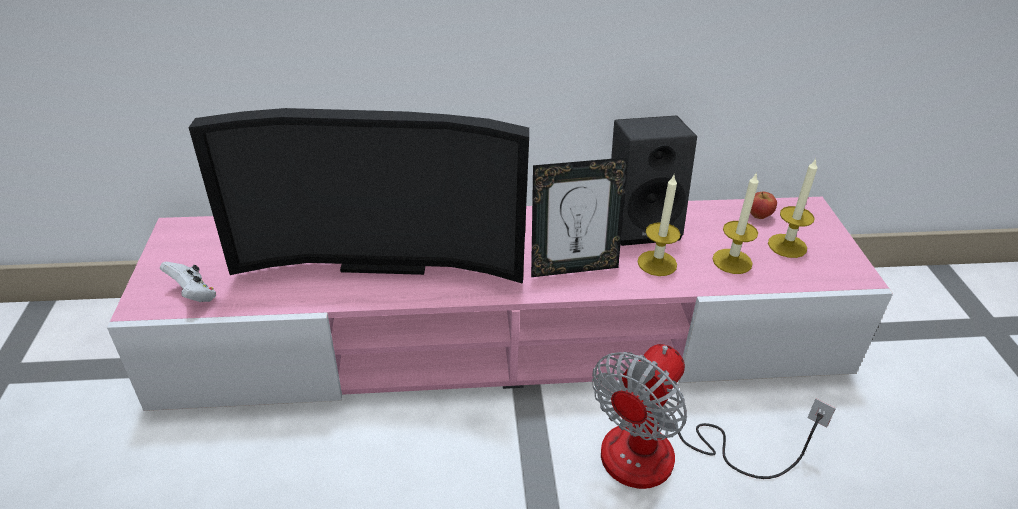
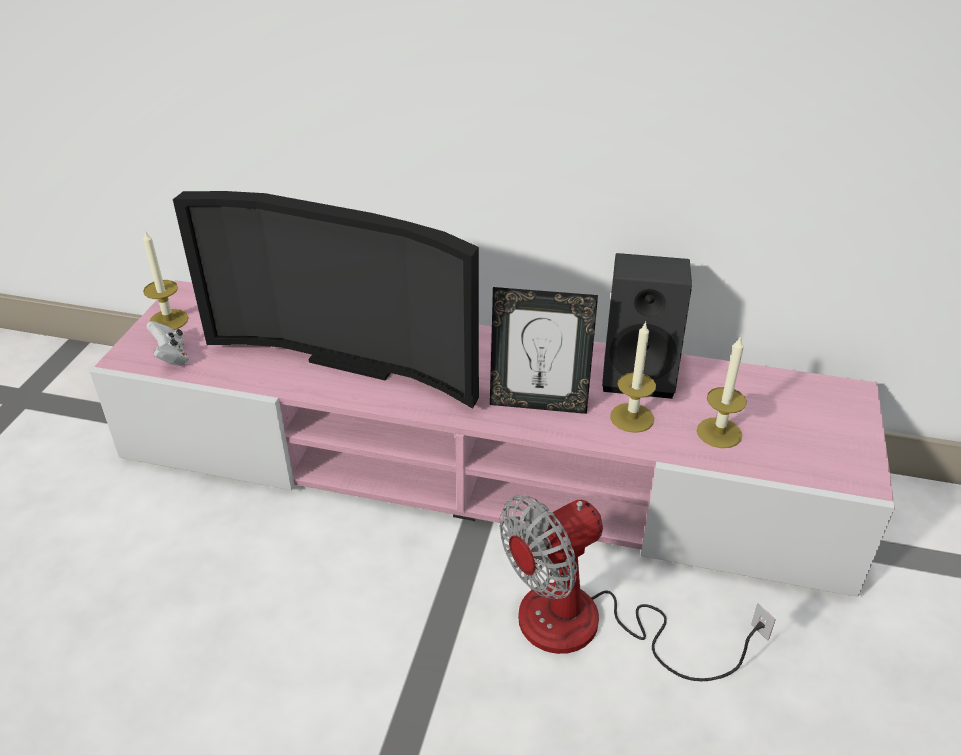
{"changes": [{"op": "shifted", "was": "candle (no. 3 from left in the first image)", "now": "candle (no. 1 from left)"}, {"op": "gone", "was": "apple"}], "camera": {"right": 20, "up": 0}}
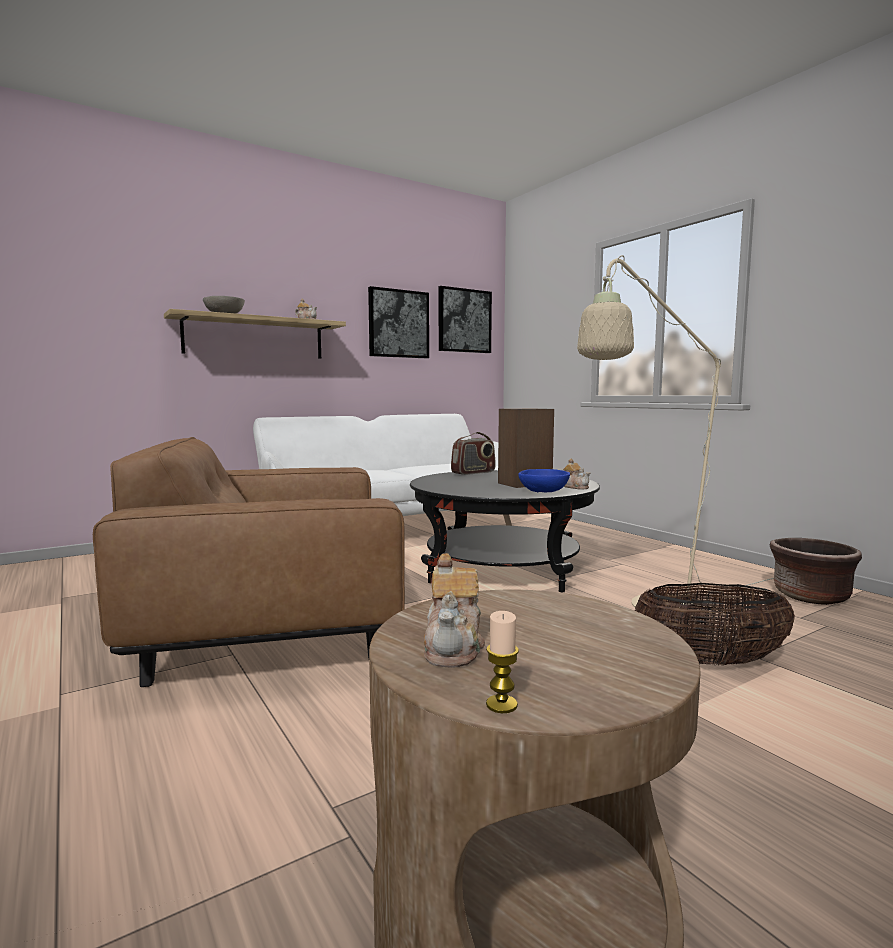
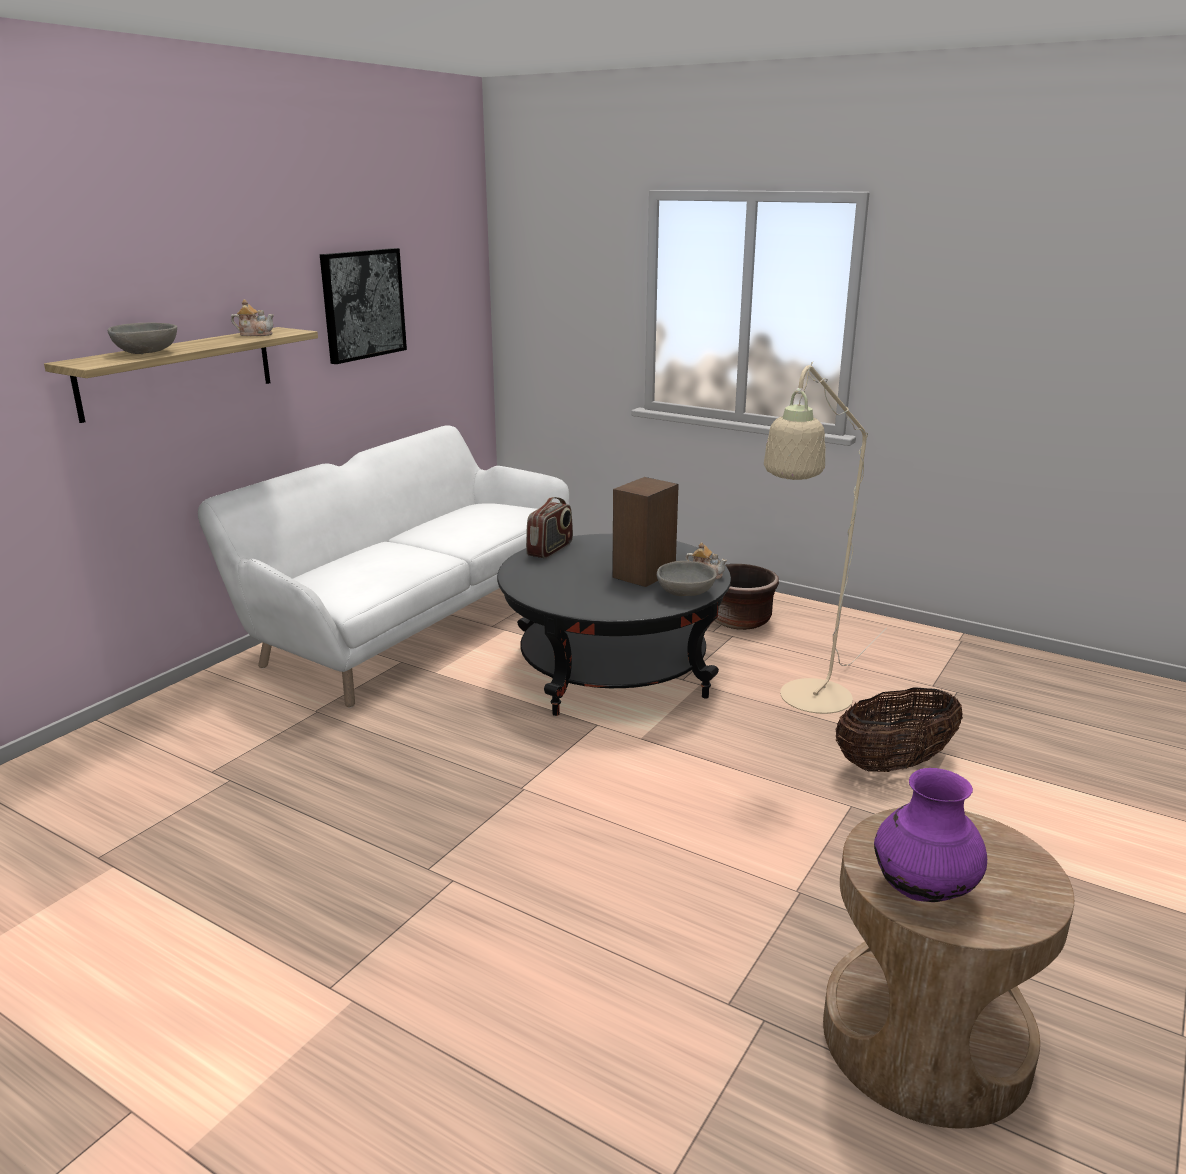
{"changes": [{"op": "gone", "was": "picture (no. 2 from left)"}, {"op": "gone", "was": "brown armchair"}, {"op": "repainted", "was": "blue bowl", "now": "grey bowl (no. 2 from left)"}, {"op": "shifted", "was": "brown planter"}, {"op": "swapped", "was": "teapot (no. 2 from left)", "now": "purple vase"}, {"op": "gone", "was": "candle"}], "camera": {"right": -25, "up": 15}}
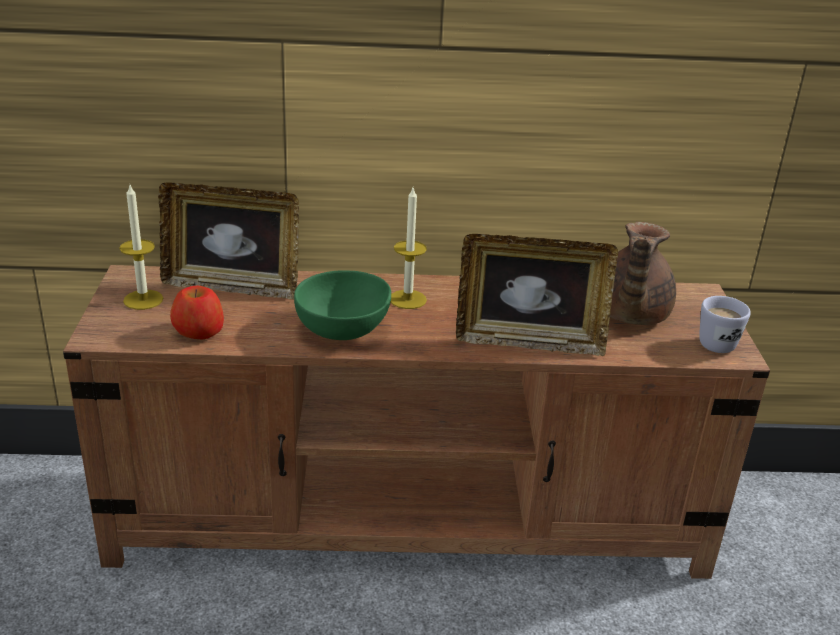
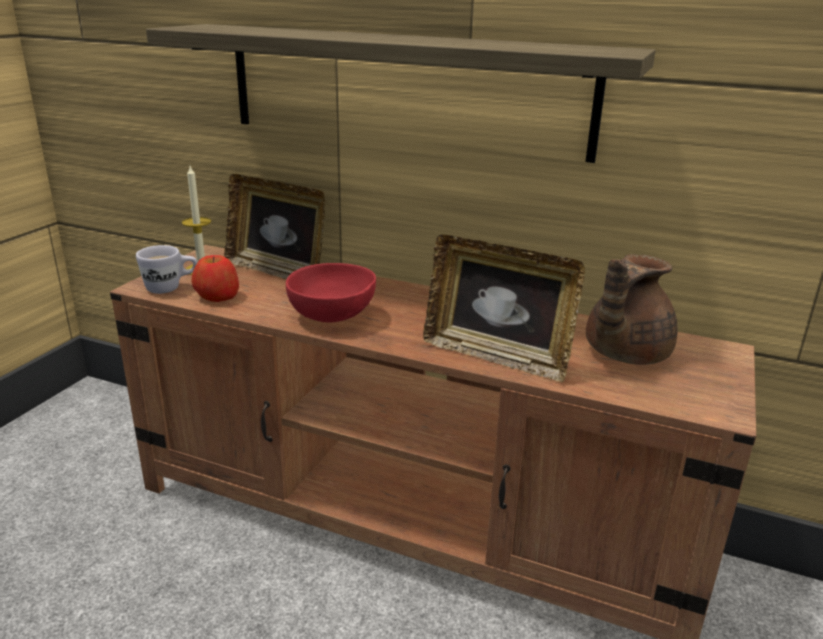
{"changes": [{"op": "gone", "was": "candle (no. 2 from left)"}, {"op": "repainted", "was": "green bowl", "now": "red bowl"}, {"op": "shifted", "was": "white mug"}, {"op": "new", "now": "shelf"}], "camera": {"right": 25, "up": -5}}
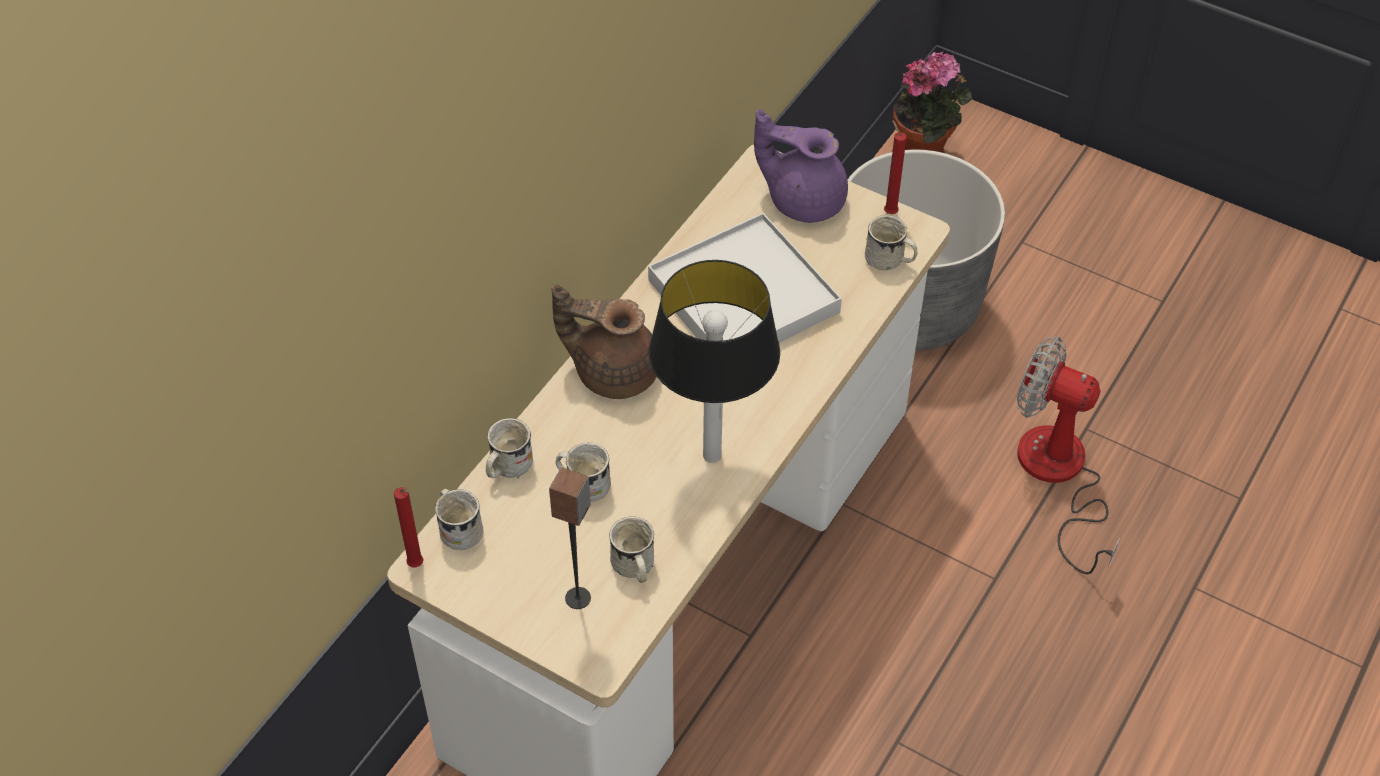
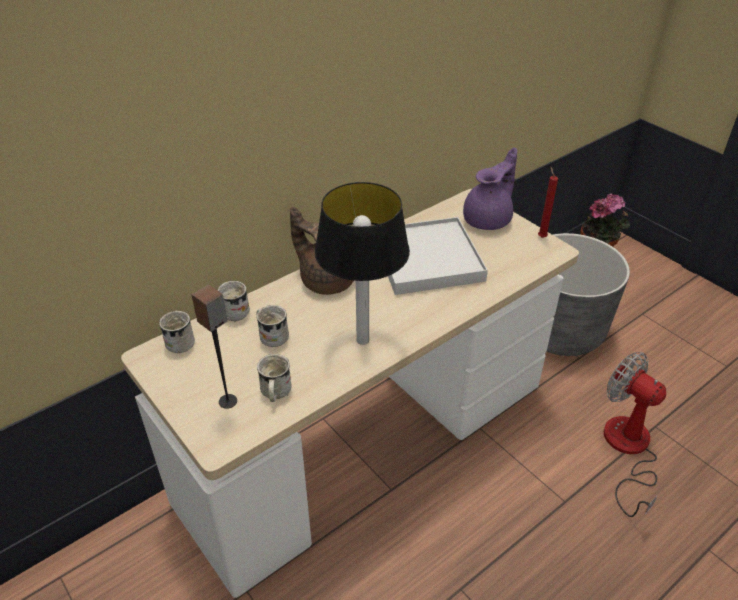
{"changes": [{"op": "rotated", "was": "purple teapot", "clockwise": 90}, {"op": "gone", "was": "white mug (no. 5 from left)"}, {"op": "gone", "was": "red candle (no. 1 from left)"}], "camera": {"right": 20, "up": -10}}
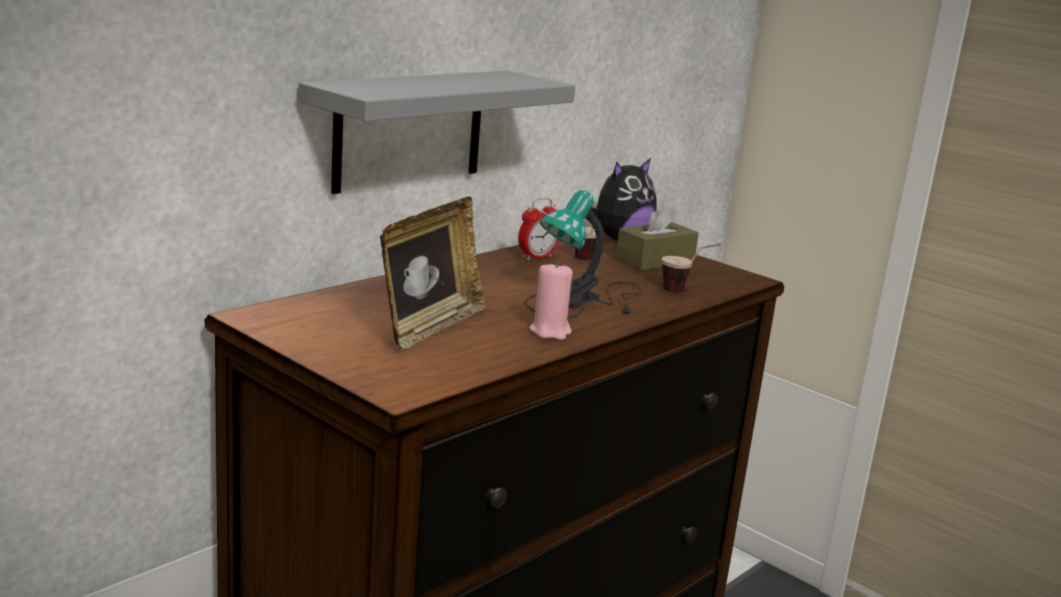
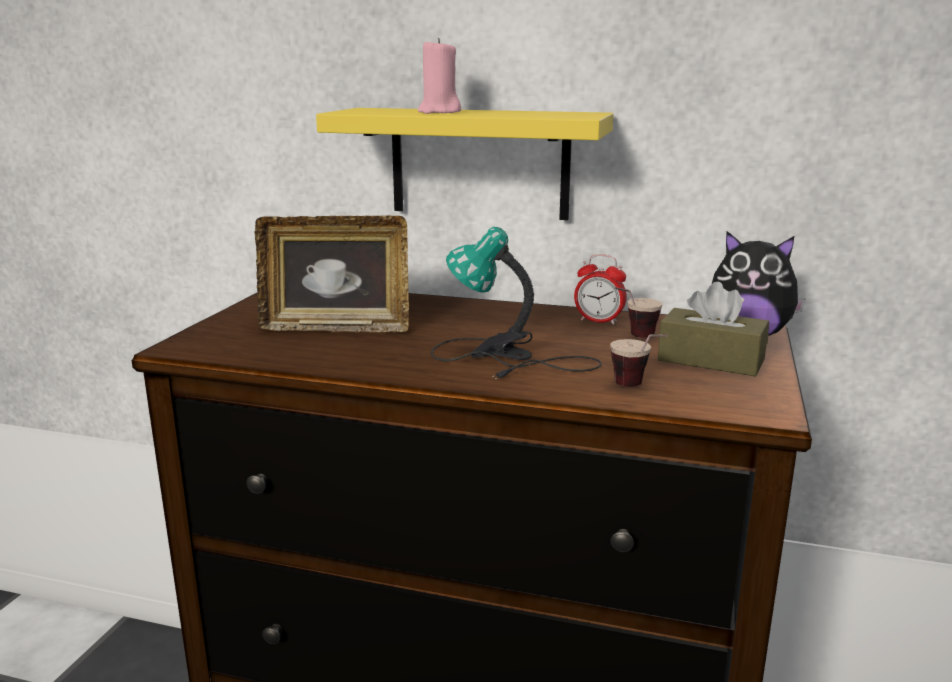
{"changes": [{"op": "repainted", "was": "grey shelf", "now": "yellow shelf"}, {"op": "shifted", "was": "pink candle"}], "camera": {"right": 65, "up": 0}}
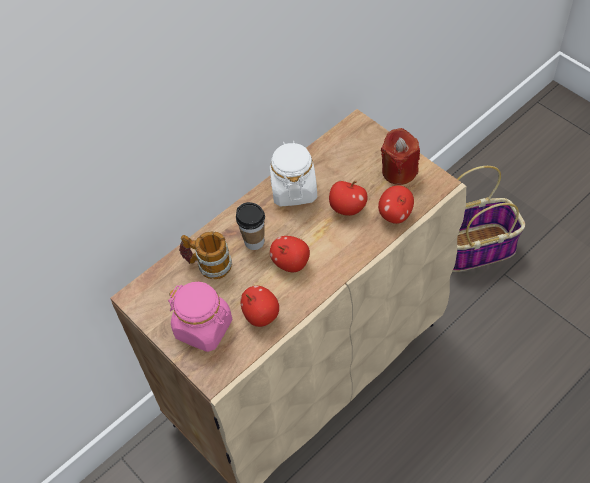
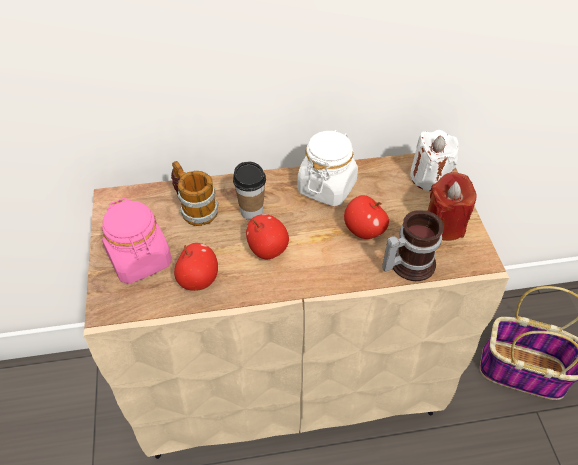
{"changes": [{"op": "swapped", "was": "apple (no. 4 from left)", "now": "mug (no. 2 from left)"}, {"op": "new", "now": "white candle"}], "camera": {"right": 30, "up": -5}}
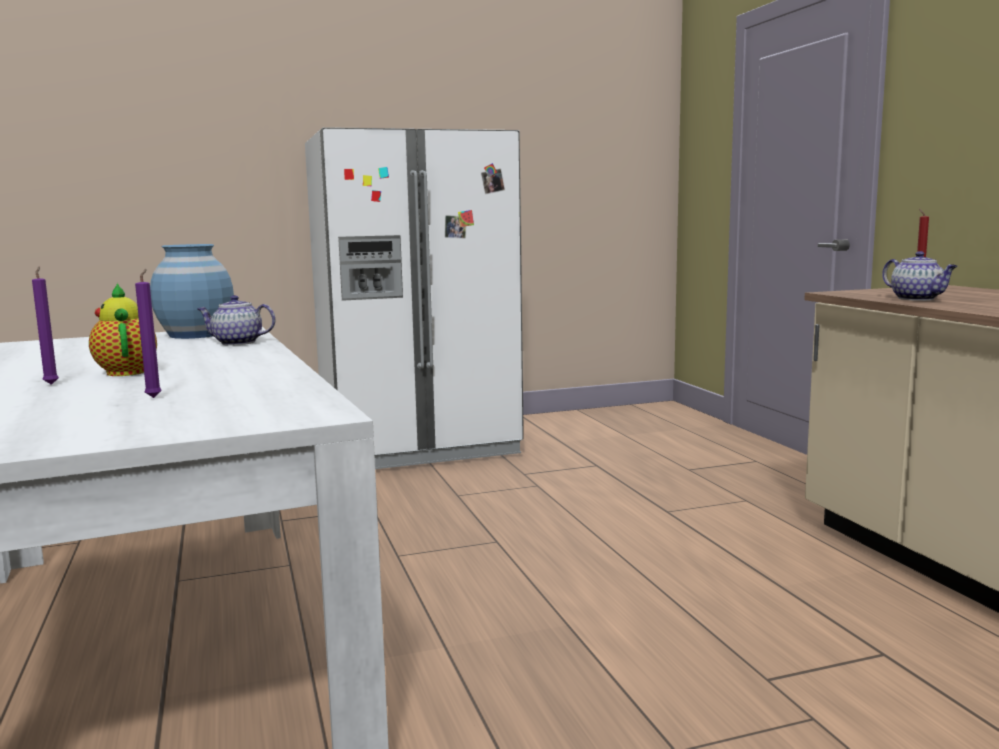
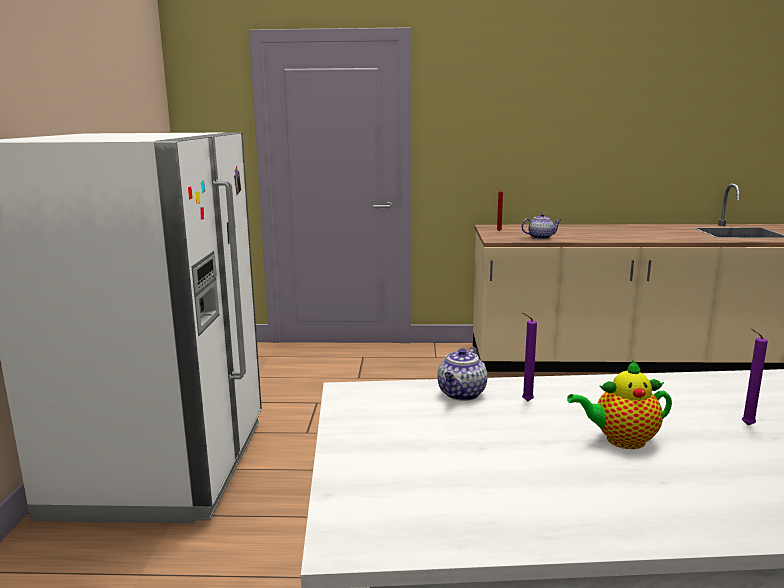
{"changes": [{"op": "gone", "was": "blue vase"}, {"op": "shifted", "was": "purple candle (no. 1 from left)"}], "camera": {"right": -70, "up": 5}}
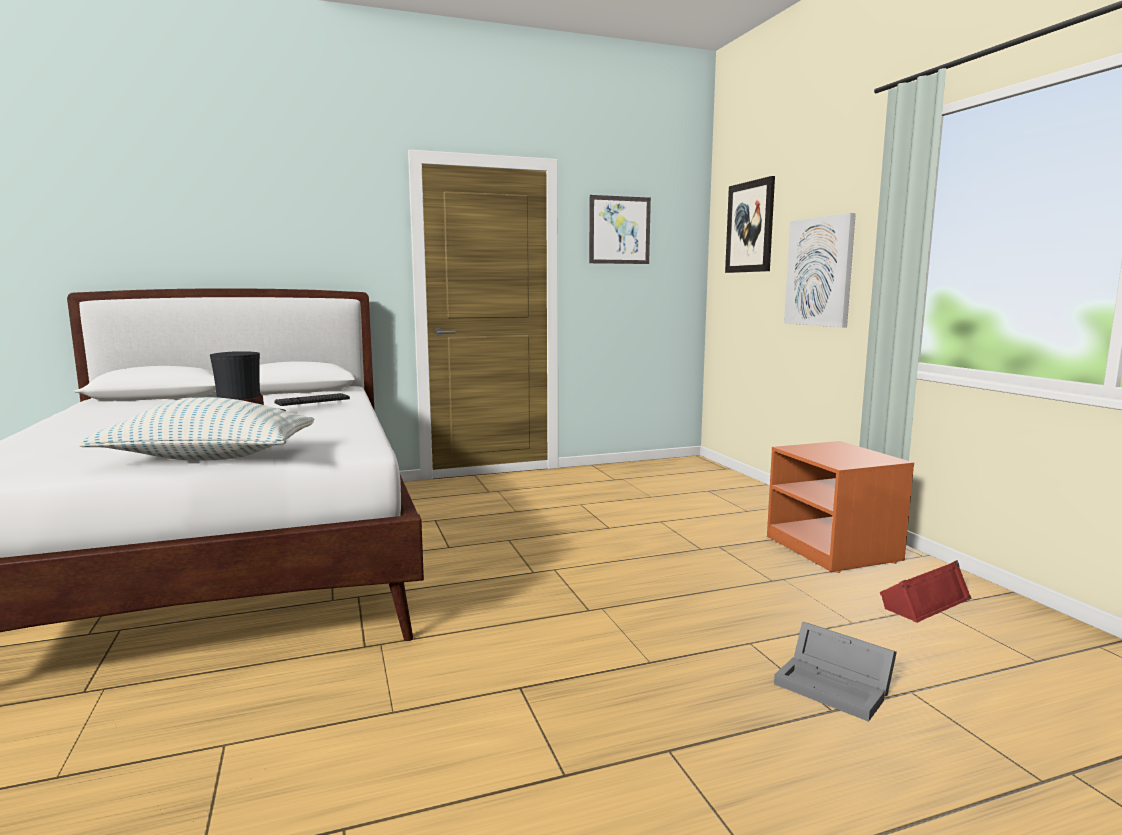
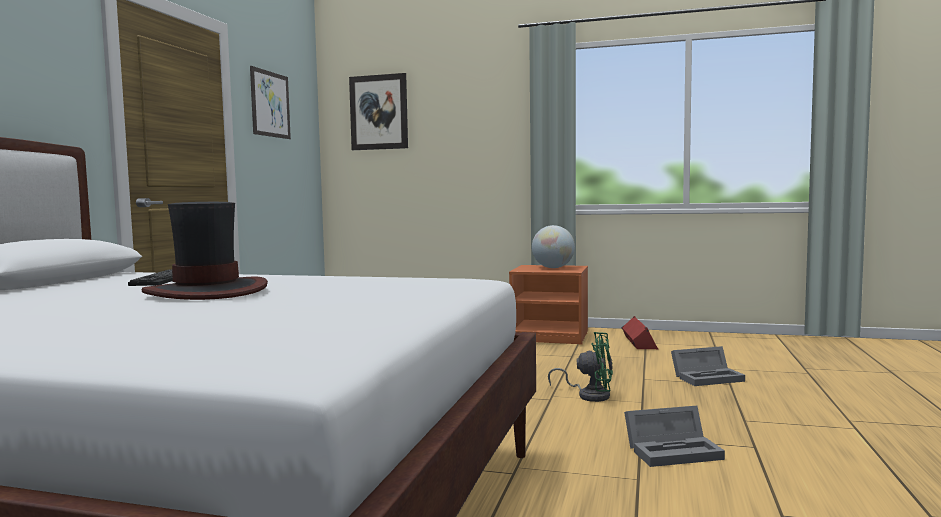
{"changes": [{"op": "gone", "was": "picture (no. 3 from left)"}, {"op": "gone", "was": "pillow"}, {"op": "new", "now": "globe"}, {"op": "new", "now": "green fan"}, {"op": "new", "now": "grey storage box (no. 1 from left)"}], "camera": {"right": -55, "up": -5}}
